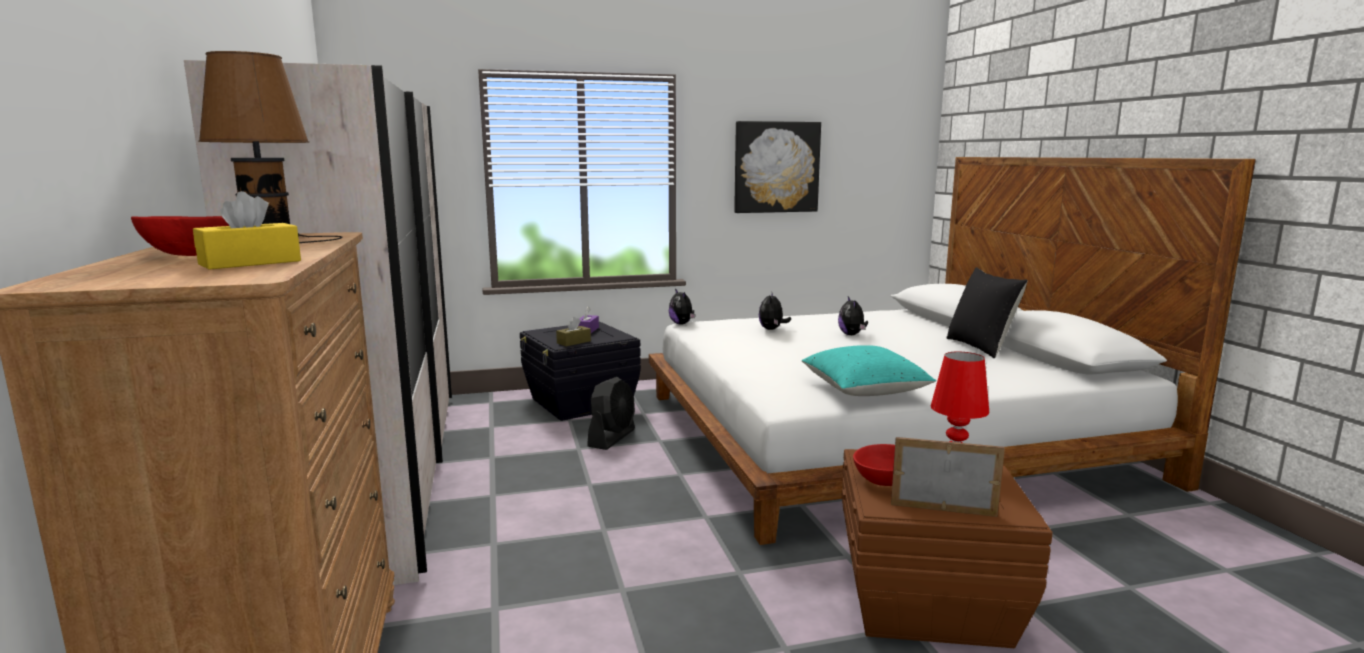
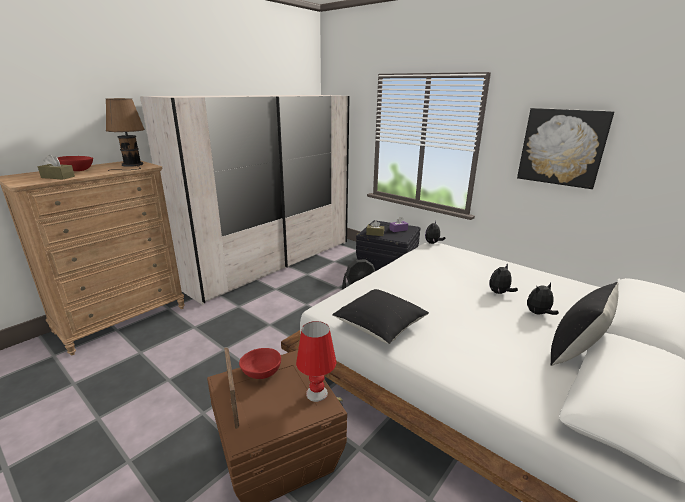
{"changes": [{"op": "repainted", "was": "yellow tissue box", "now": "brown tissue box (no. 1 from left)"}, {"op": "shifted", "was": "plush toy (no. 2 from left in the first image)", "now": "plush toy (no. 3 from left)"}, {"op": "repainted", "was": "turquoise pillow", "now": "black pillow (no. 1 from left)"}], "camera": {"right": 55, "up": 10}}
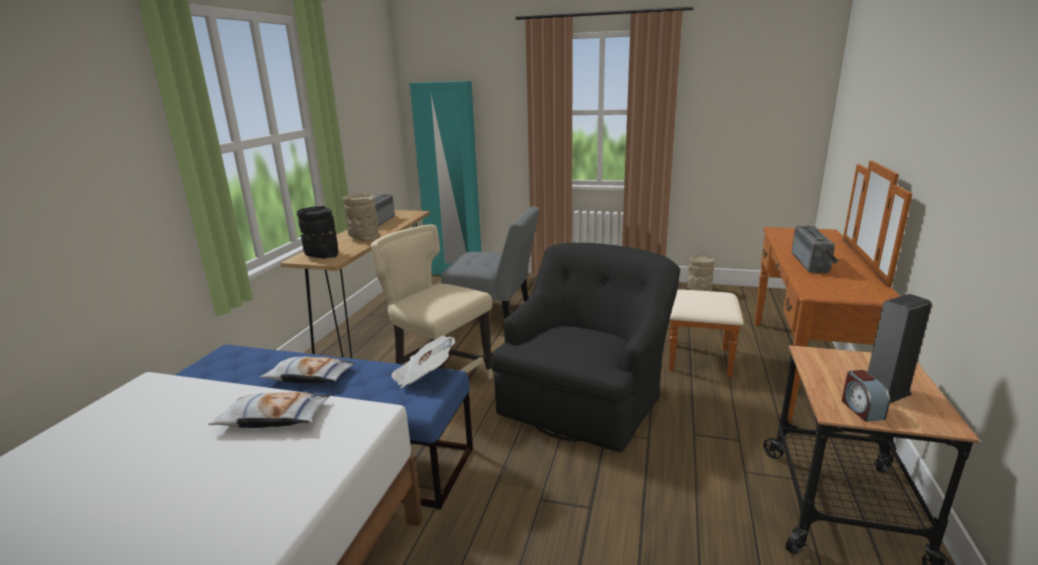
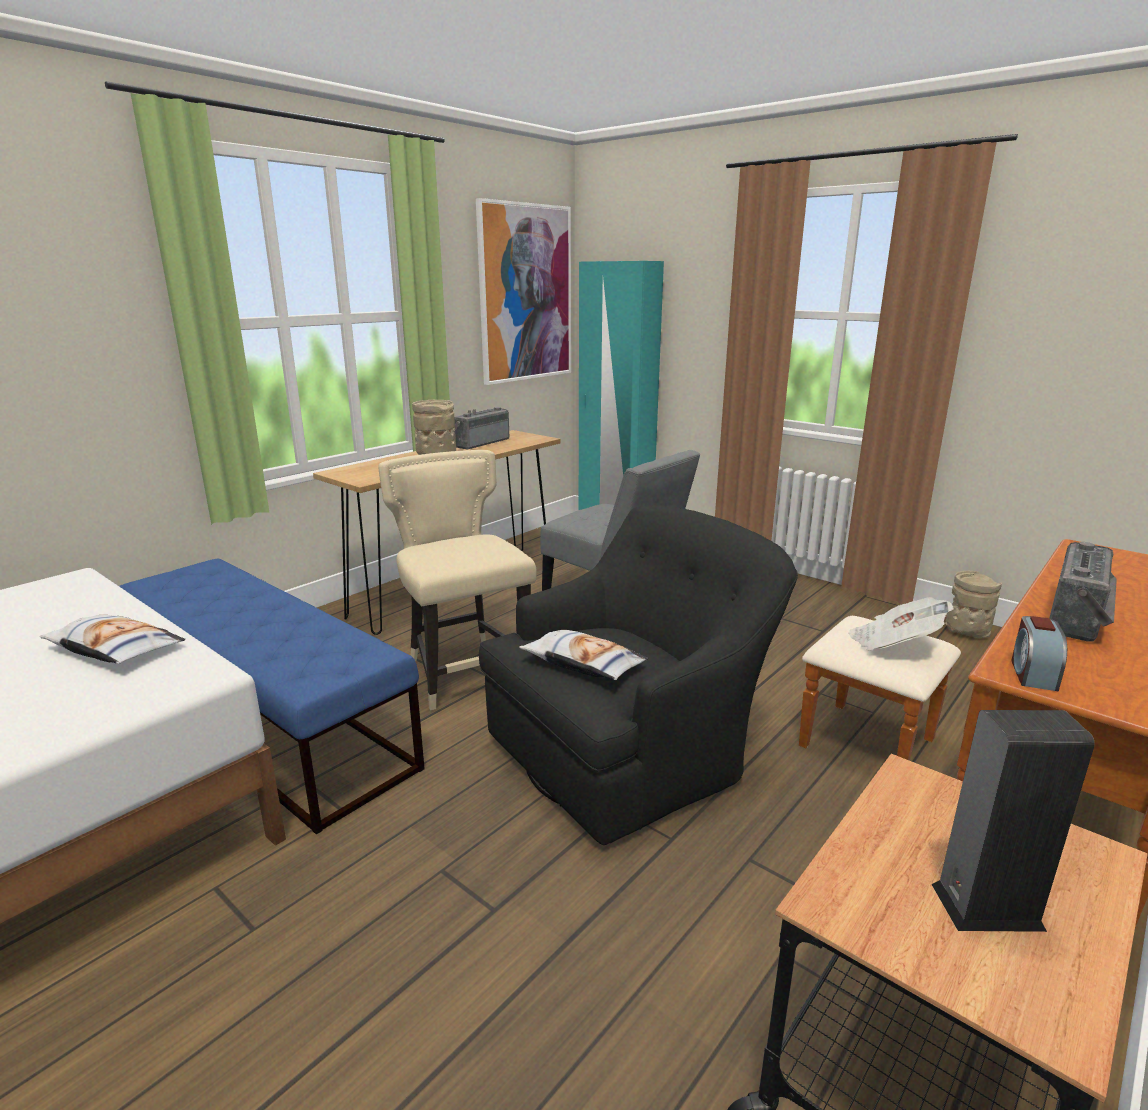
{"changes": [{"op": "gone", "was": "black vase"}, {"op": "shifted", "was": "newspaper"}, {"op": "shifted", "was": "pillow (no. 2 from left)"}, {"op": "shifted", "was": "alarm clock"}, {"op": "new", "now": "picture"}], "camera": {"right": 25, "up": 0}}
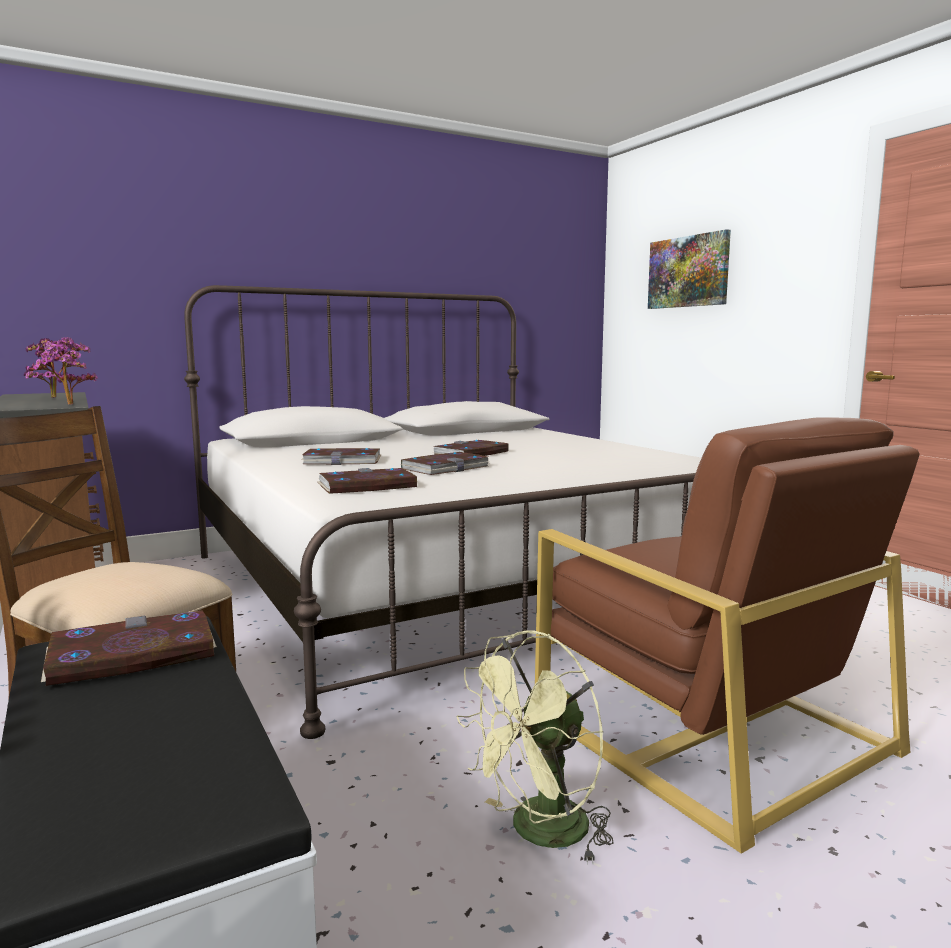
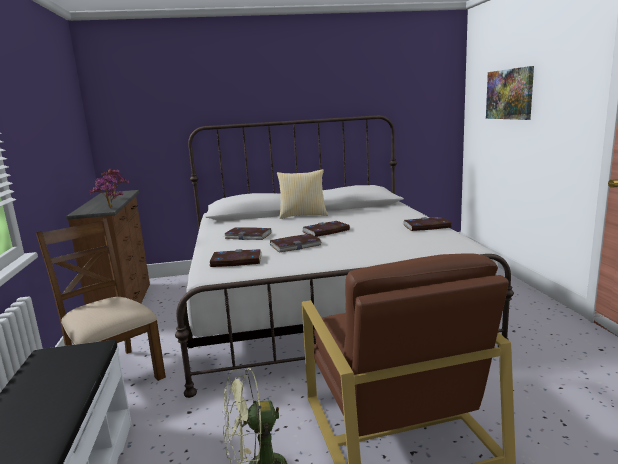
{"changes": [{"op": "shifted", "was": "book (no. 1 from left in the first image)", "now": "book (no. 5 from left)"}, {"op": "new", "now": "pillow"}], "camera": {"right": 20, "up": 5}}
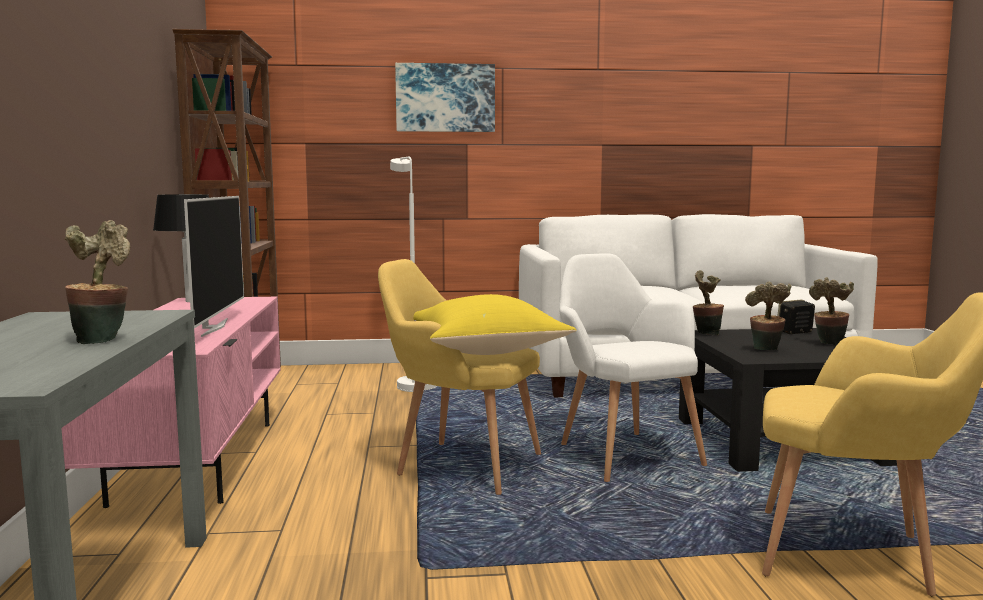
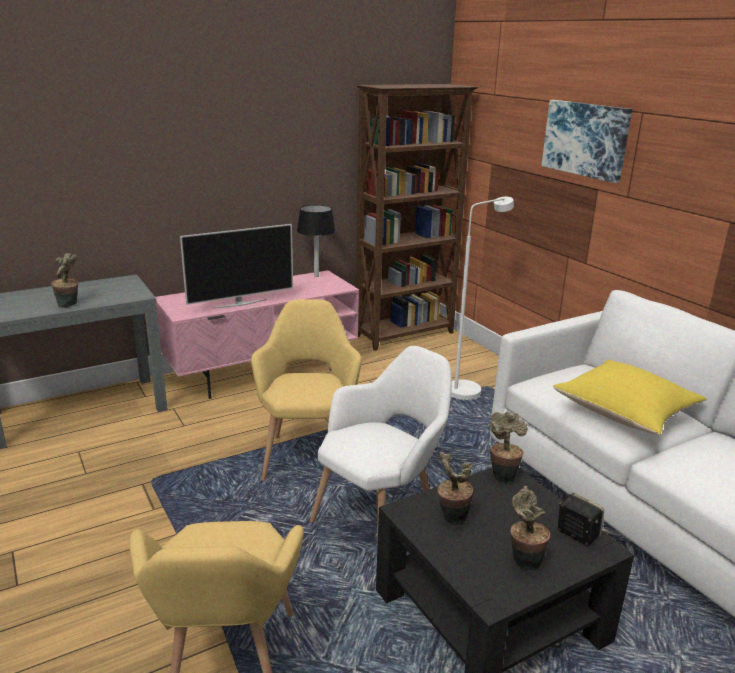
{"changes": [{"op": "shifted", "was": "yellow pillow"}], "camera": {"right": 65, "up": 15}}
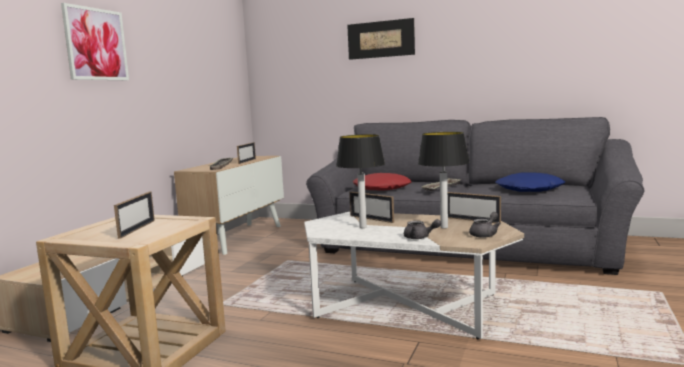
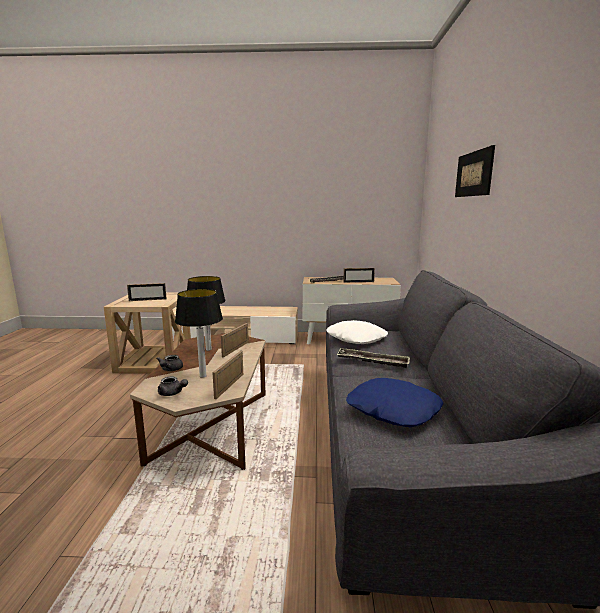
{"changes": [{"op": "gone", "was": "picture (no. 1 from left)"}, {"op": "repainted", "was": "red pillow", "now": "white pillow"}, {"op": "repainted", "was": "white coffee table", "now": "brown coffee table"}], "camera": {"right": 70, "up": 5}}
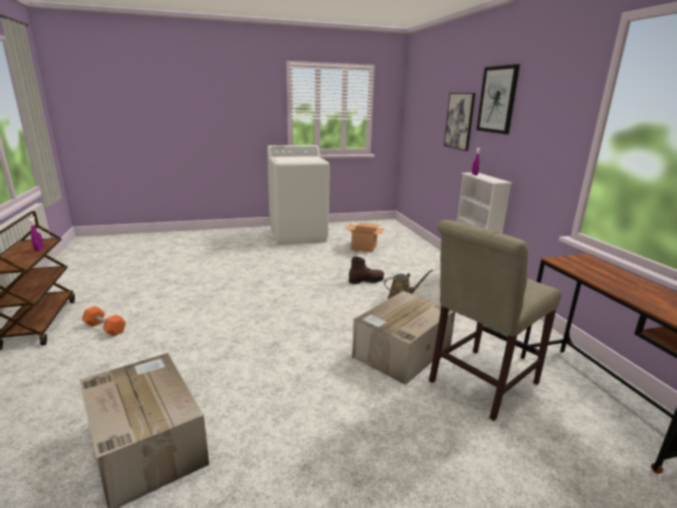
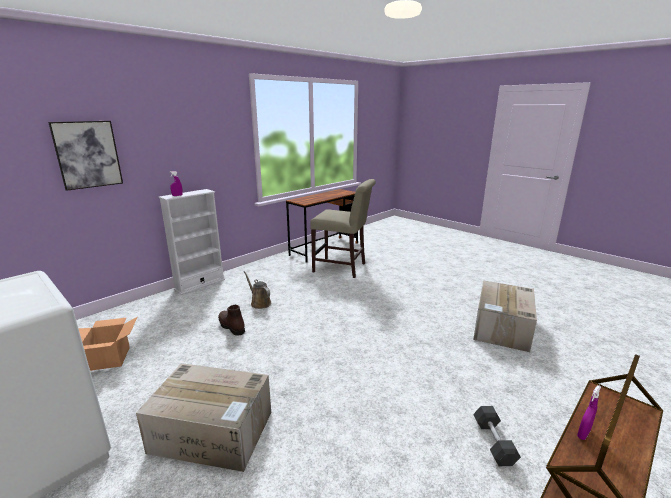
{"changes": [{"op": "gone", "was": "picture (no. 2 from left)"}, {"op": "shifted", "was": "cardboard box (no. 3 from left in the first image)", "now": "cardboard box (no. 2 from left)"}, {"op": "repainted", "was": "orange dumbbell", "now": "grey dumbbell"}], "camera": {"right": -120, "up": 0}}
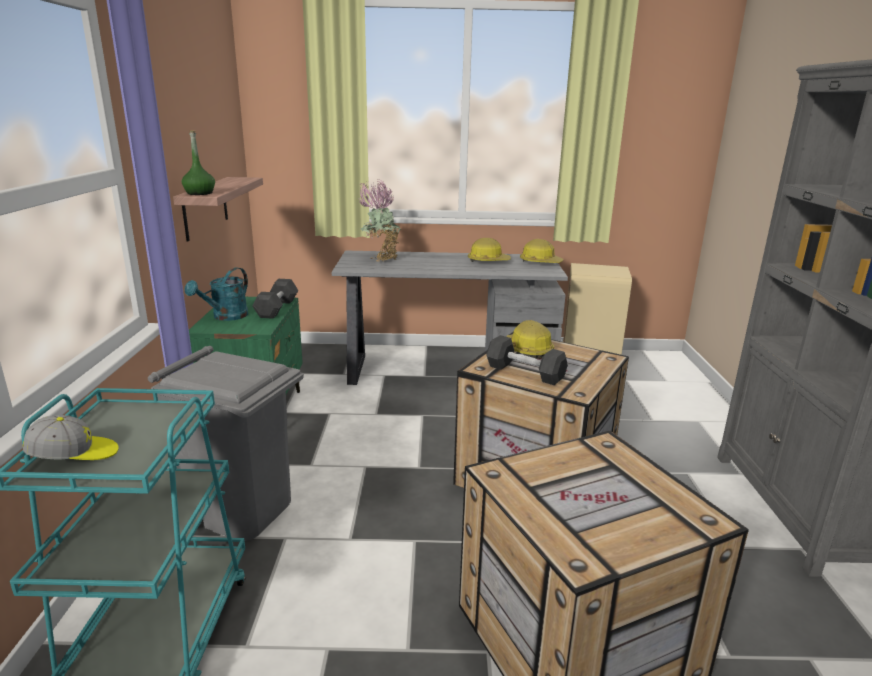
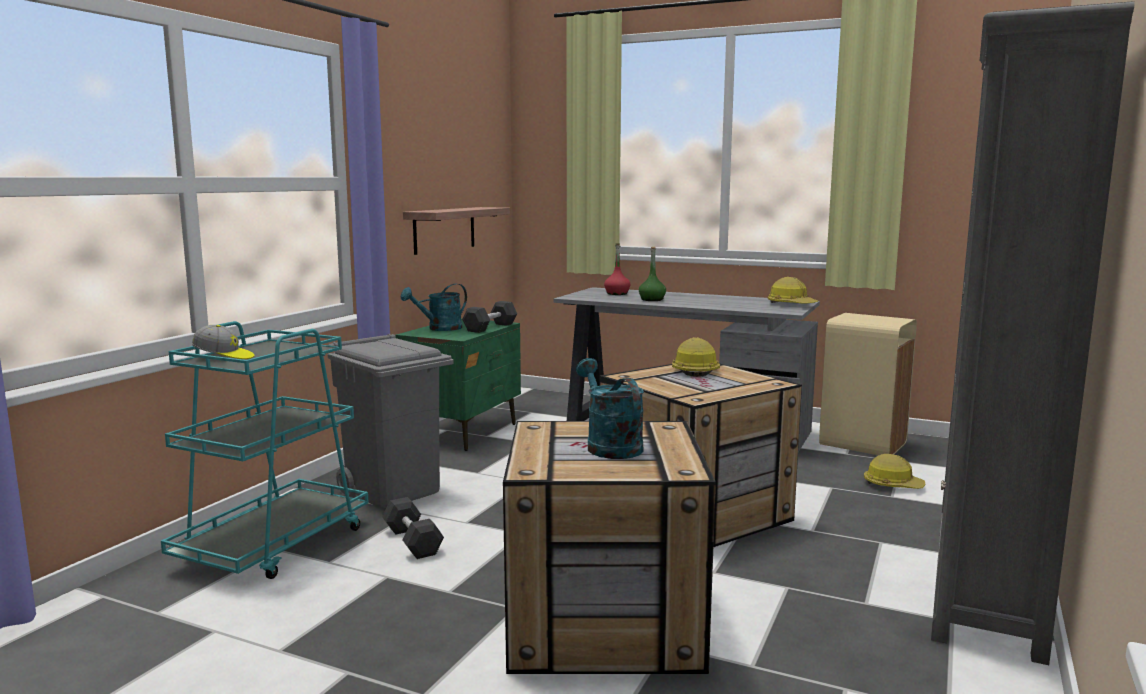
{"changes": [{"op": "shifted", "was": "green bottle"}, {"op": "swapped", "was": "potted plant", "now": "red bottle"}, {"op": "shifted", "was": "hard hat (no. 1 from left in the first image)", "now": "hard hat (no. 3 from left)"}, {"op": "shifted", "was": "black dumbbell (no. 2 from left in the first image)", "now": "black dumbbell (no. 1 from left)"}, {"op": "new", "now": "turquoise watering can (no. 2 from left)"}], "camera": {"right": 25, "up": -10}}
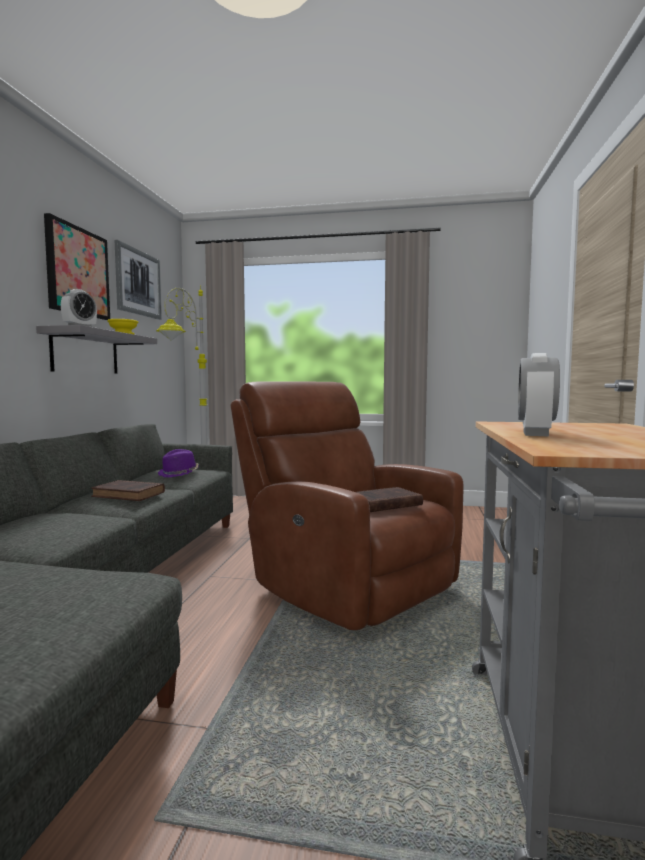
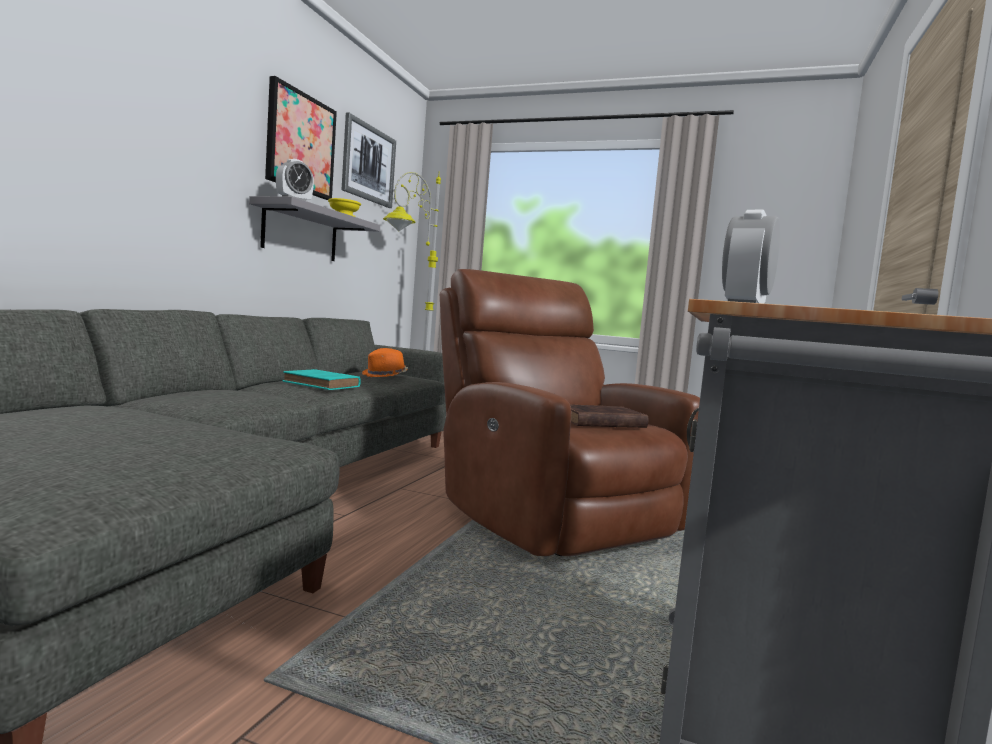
{"changes": [{"op": "repainted", "was": "purple hat", "now": "orange hat"}, {"op": "repainted", "was": "brown book (no. 1 from left)", "now": "turquoise book"}], "camera": {"right": 10, "up": 0}}
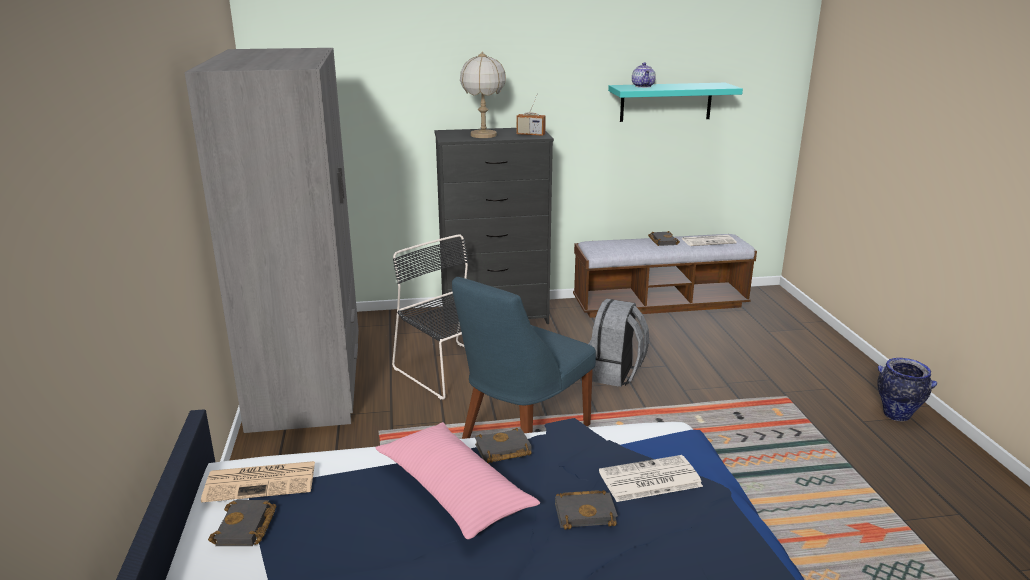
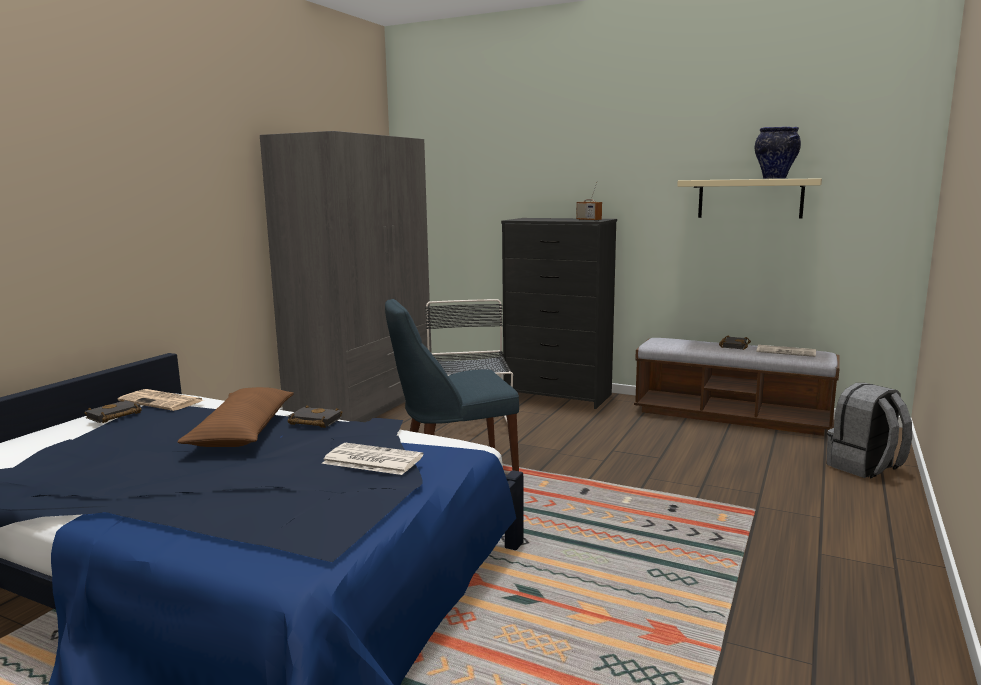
{"changes": [{"op": "gone", "was": "table lamp"}, {"op": "gone", "was": "teapot"}, {"op": "repainted", "was": "turquoise shelf", "now": "beige shelf"}, {"op": "shifted", "was": "grey backpack"}, {"op": "shifted", "was": "vase"}, {"op": "repainted", "was": "pink pillow", "now": "brown pillow"}, {"op": "gone", "was": "black book (no. 3 from left)"}], "camera": {"right": 35, "up": -10}}
